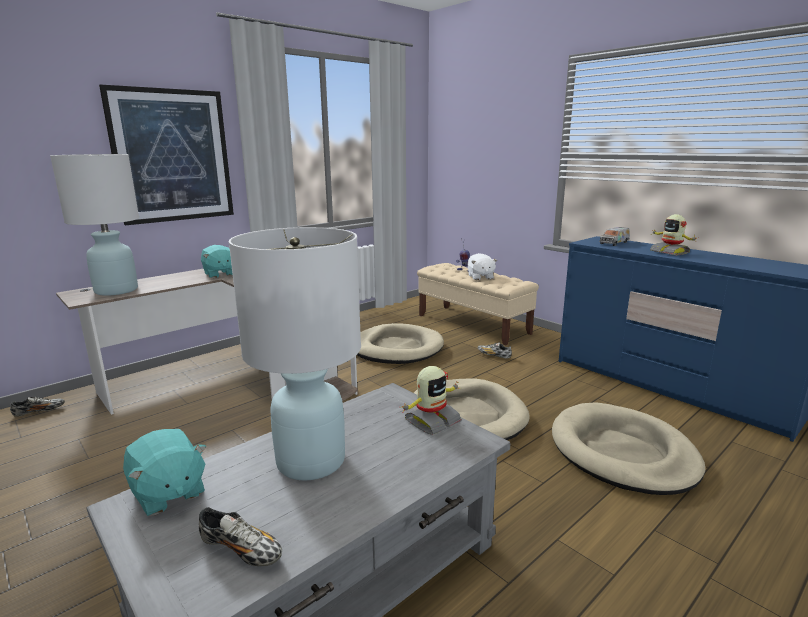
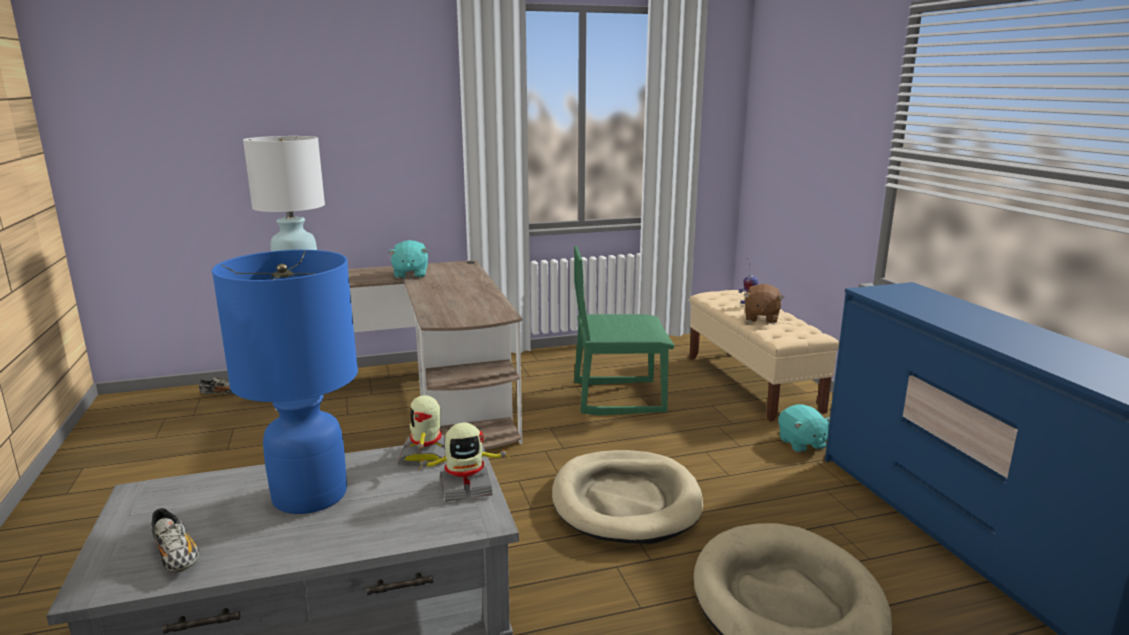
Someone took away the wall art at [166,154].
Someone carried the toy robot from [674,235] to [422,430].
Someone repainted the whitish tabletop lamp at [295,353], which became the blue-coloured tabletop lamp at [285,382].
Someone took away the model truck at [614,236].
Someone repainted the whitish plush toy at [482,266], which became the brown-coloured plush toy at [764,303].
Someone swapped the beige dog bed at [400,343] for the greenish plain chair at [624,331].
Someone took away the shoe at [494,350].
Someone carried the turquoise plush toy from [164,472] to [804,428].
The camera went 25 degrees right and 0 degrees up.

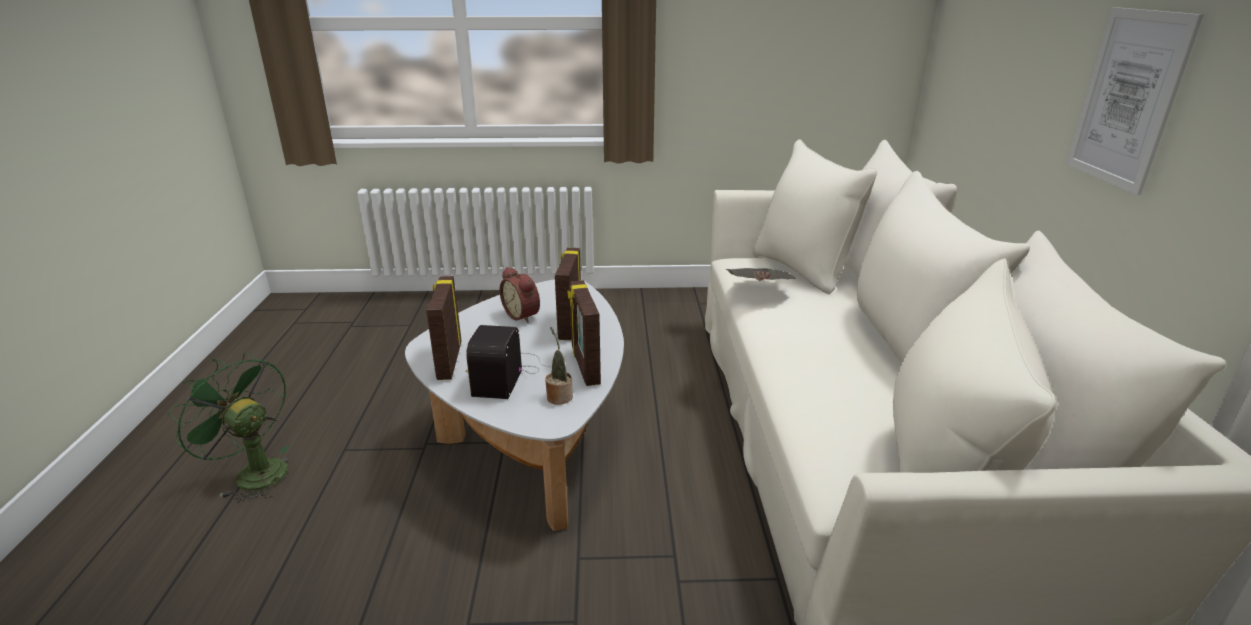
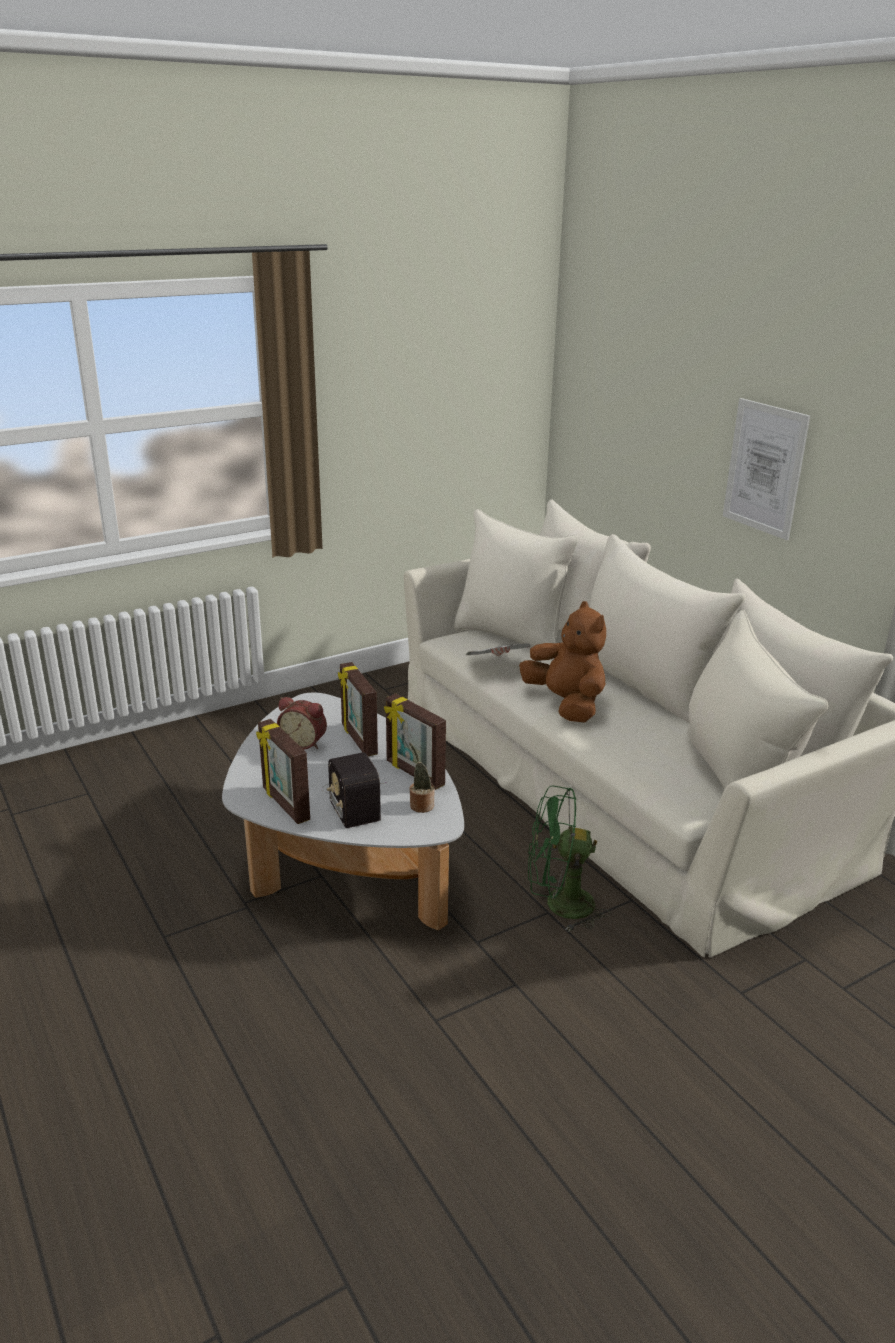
Someone carried the greenish electric fan from [228,428] to [569,859].
Someone put down the brown-coloured plush toy at [562,662].
The camera went 30 degrees left and 0 degrees up.

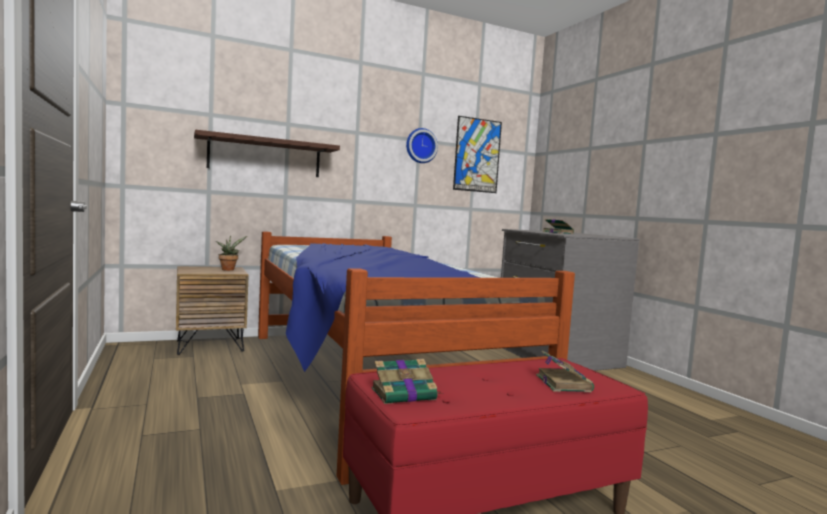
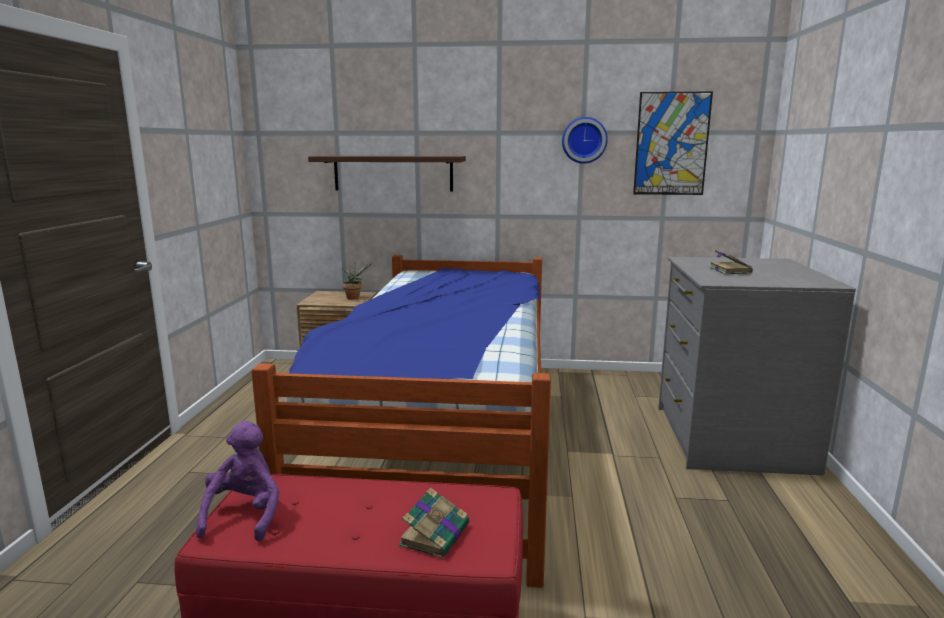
Someone swapped the bound book at [407,381] for the purplish plush toy at [238,481].
The camera went 30 degrees right and 10 degrees up.

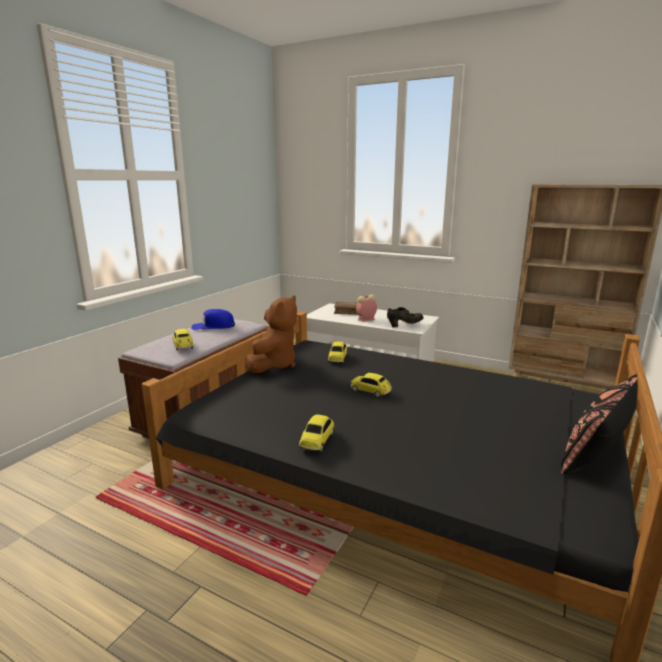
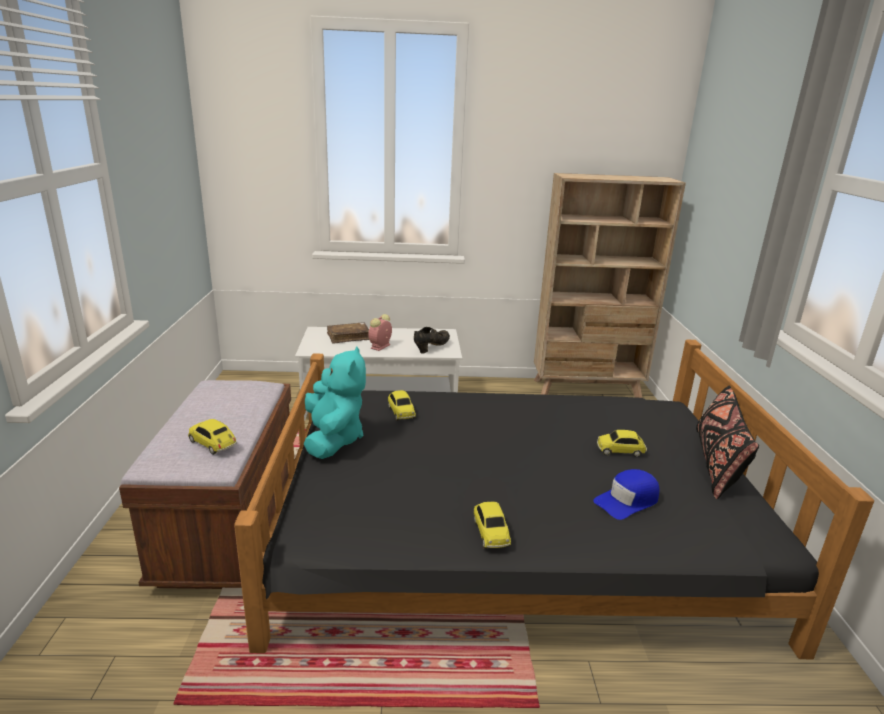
Someone repainted the brown-coloured plush toy at [271,334], which became the turquoise plush toy at [335,402].
Someone carried the blue-coloured cap from [213,319] to [626,494].
Someone carried the model car from [371,385] to [622,443].
The camera went 30 degrees left and 5 degrees up.

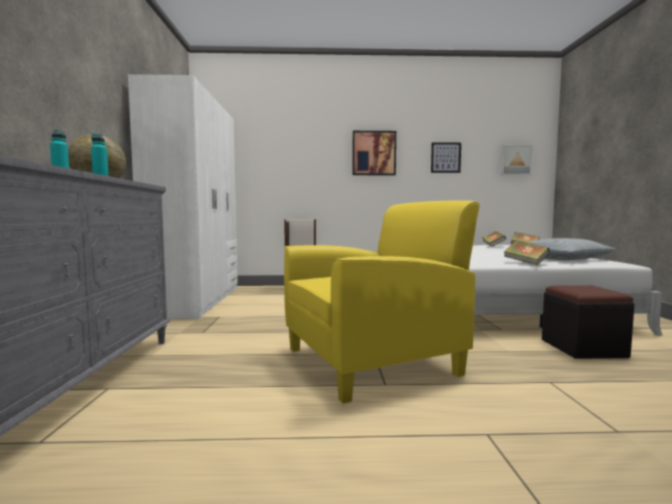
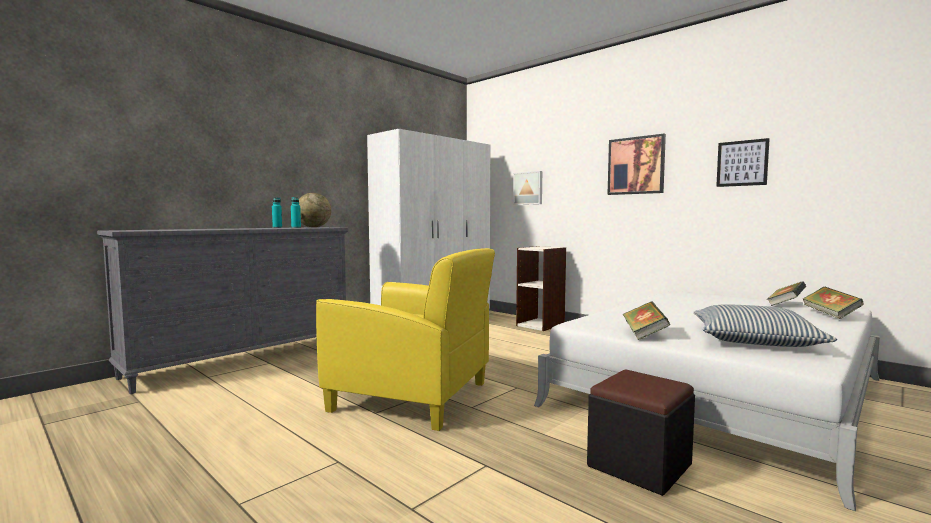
Someone carried the wall art from [517,160] to [527,188].
The camera went 45 degrees right and 0 degrees up.

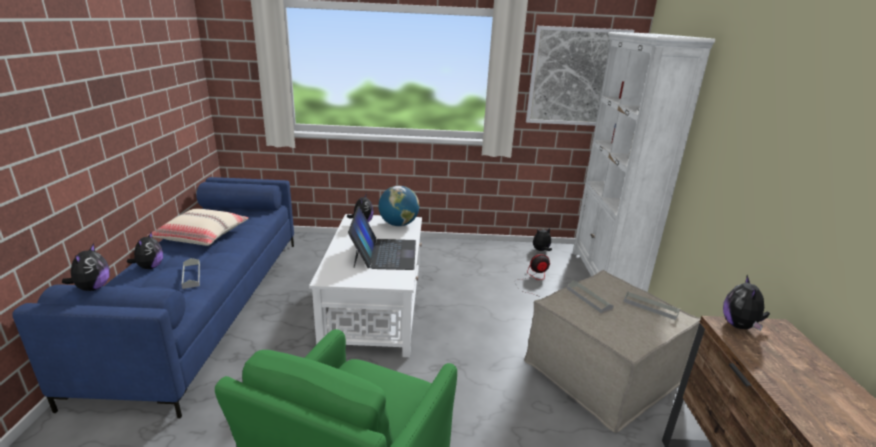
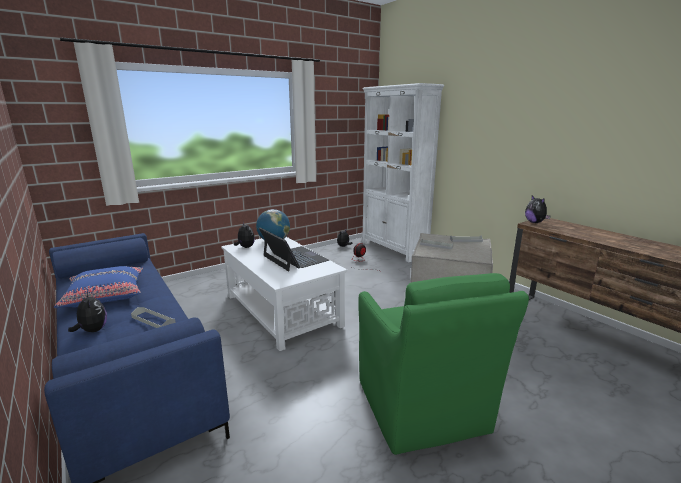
Someone took away the wall art at [580,76].
Someone repainted the beige cushion at [198,227], which became the blue-coloured cushion at [98,287].
Someone took away the plush toy at [86,267].
The camera went 35 degrees left and 5 degrees down.

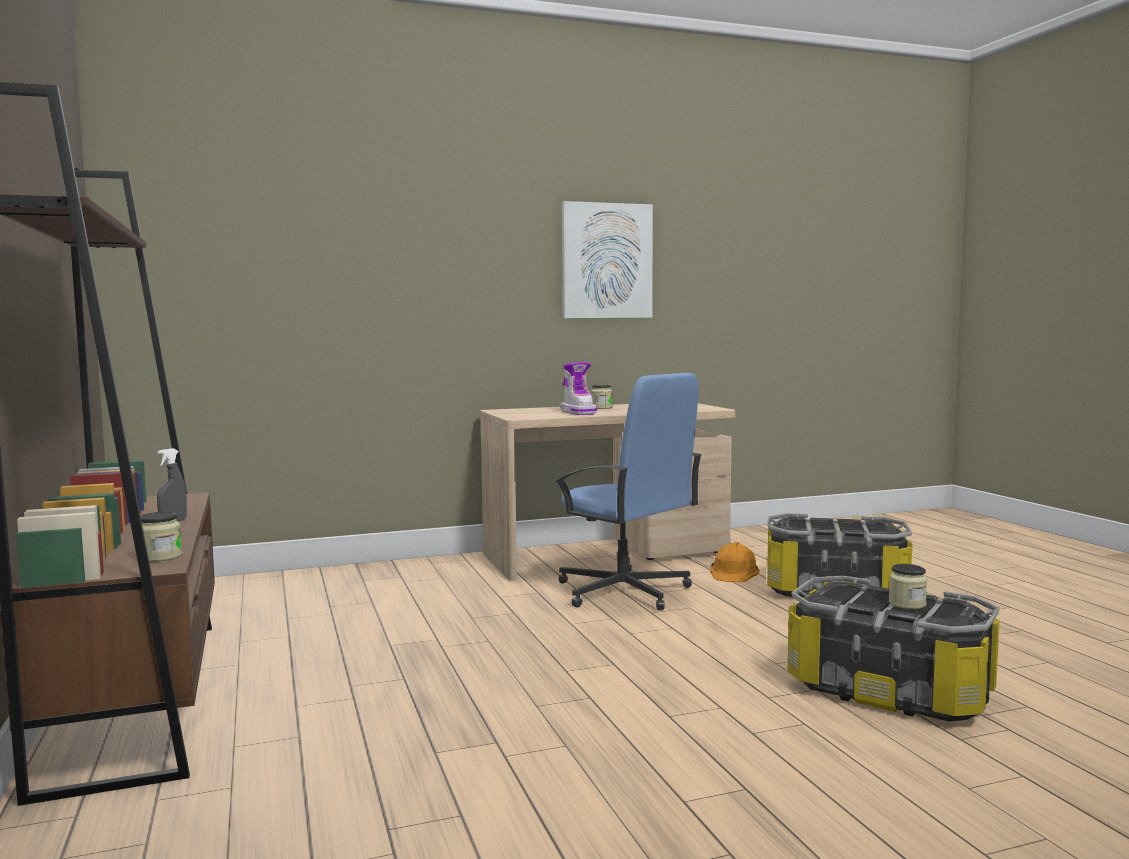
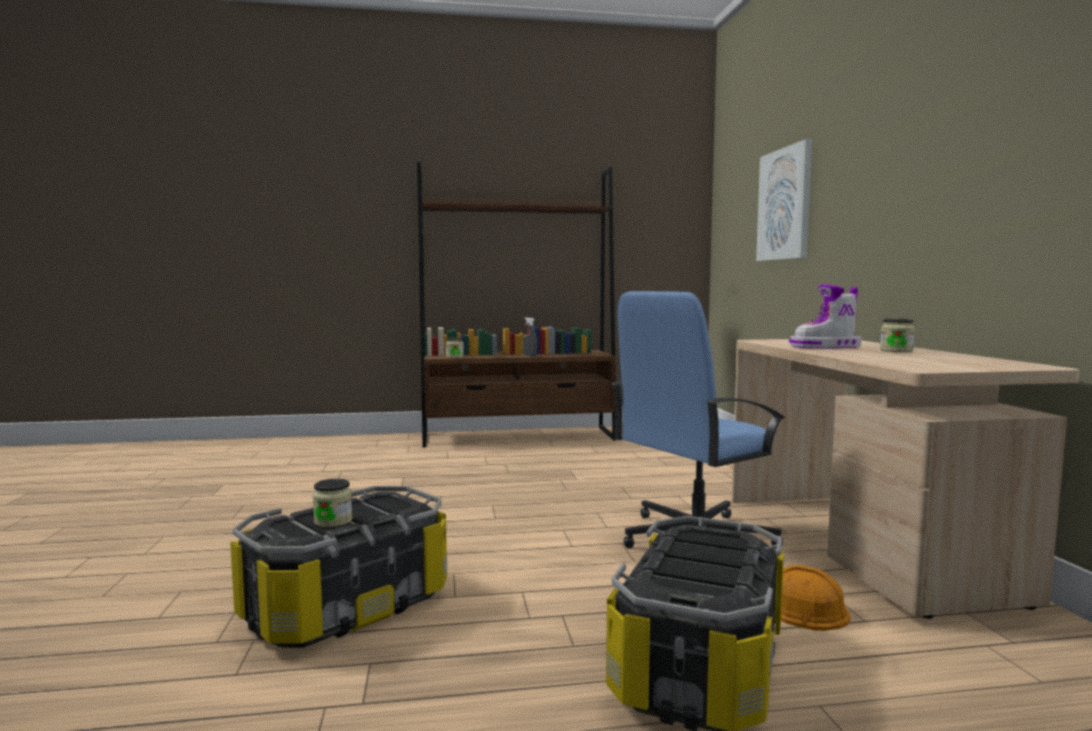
Someone carried the wall art from [607,259] to [784,200].
The camera went 100 degrees right and 0 degrees up.

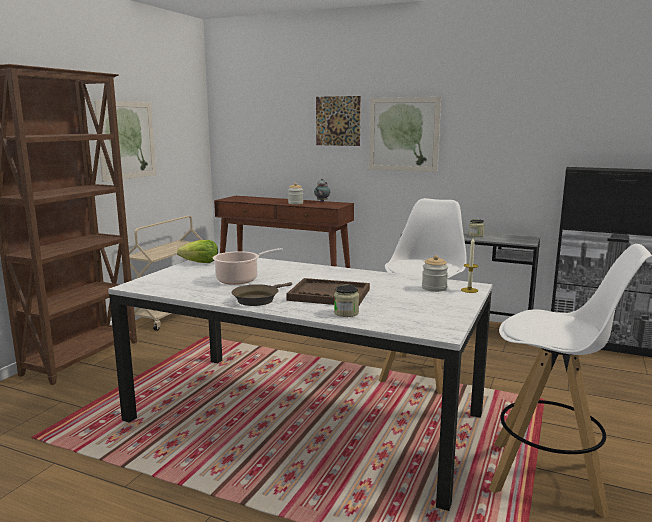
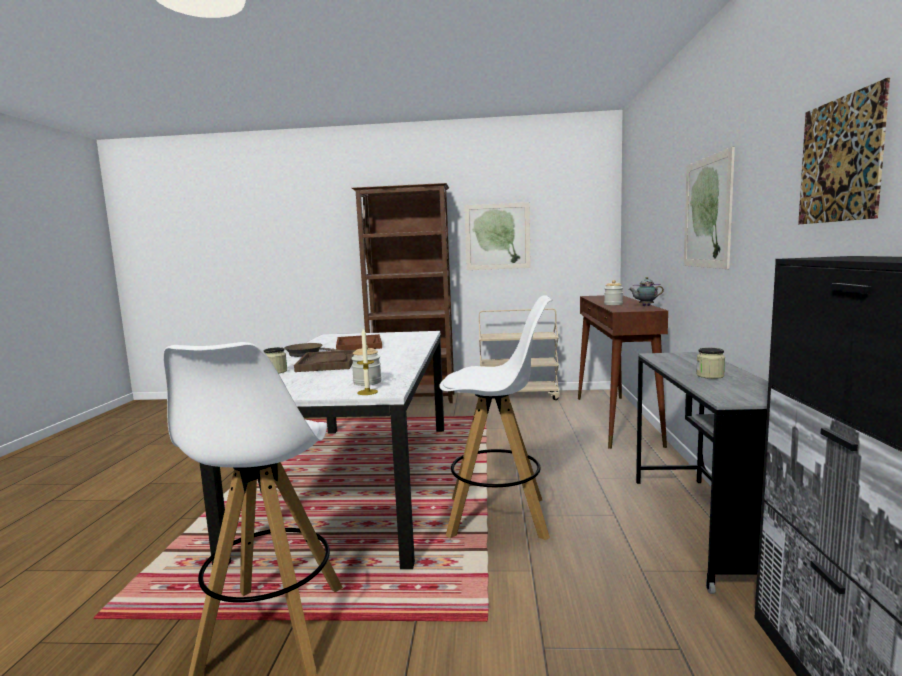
Someone carried the wall art from [338,121] to [844,151].
Someone took away the head of lettuce at [197,251].
Someone swapped the saucepot at [248,266] for the brown-coloured carrying tray at [359,342].
The camera went 70 degrees right and 5 degrees down.

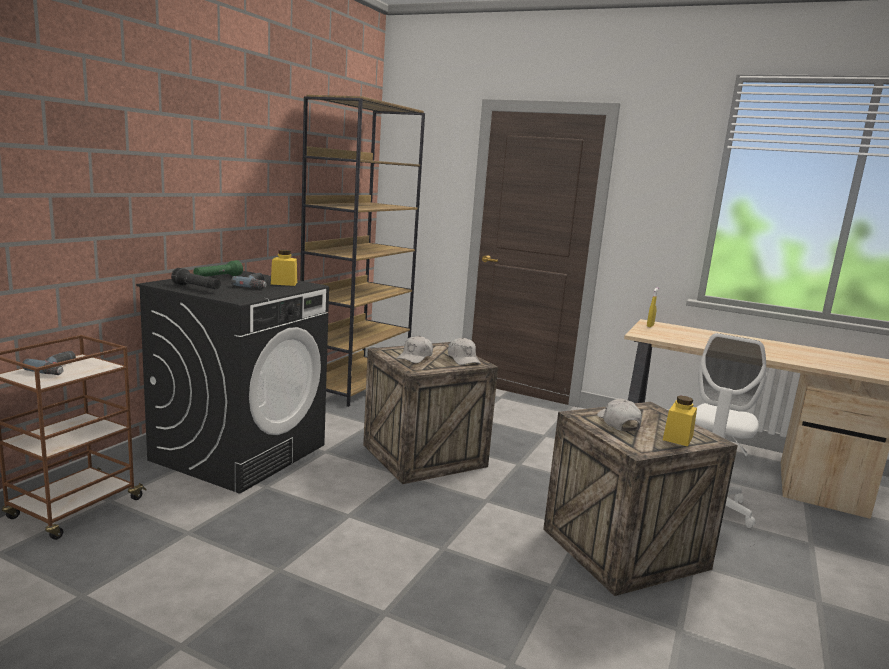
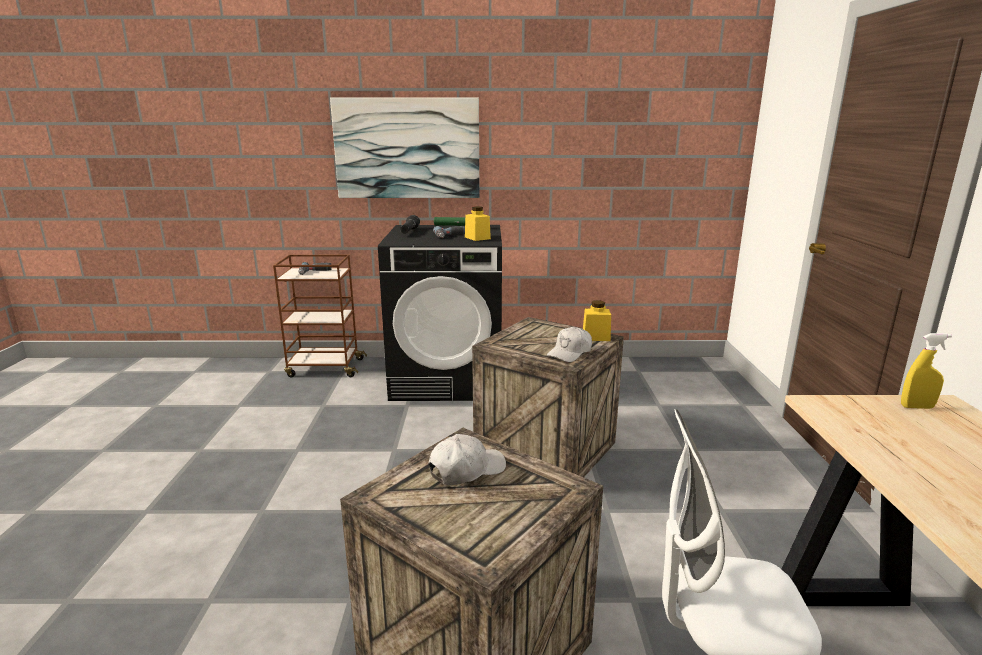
Someone took away the brown-coloured shelving unit at [362,251].
Someone took away the whitish cap at [414,349].
Someone carried the yellow-coloured storage jar from [680,421] to [597,320].
Someone put up the wall art at [404,147].
The camera went 65 degrees right and 5 degrees up.

